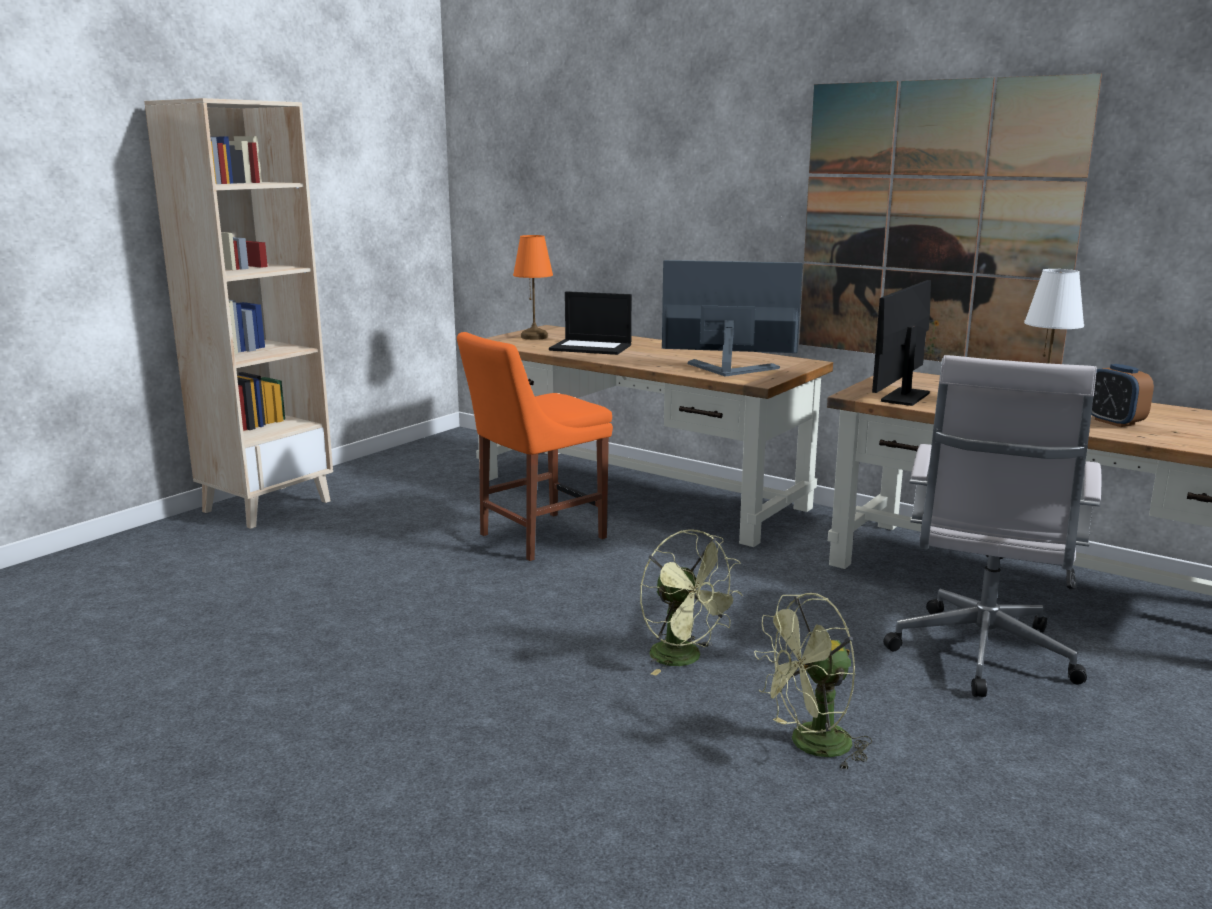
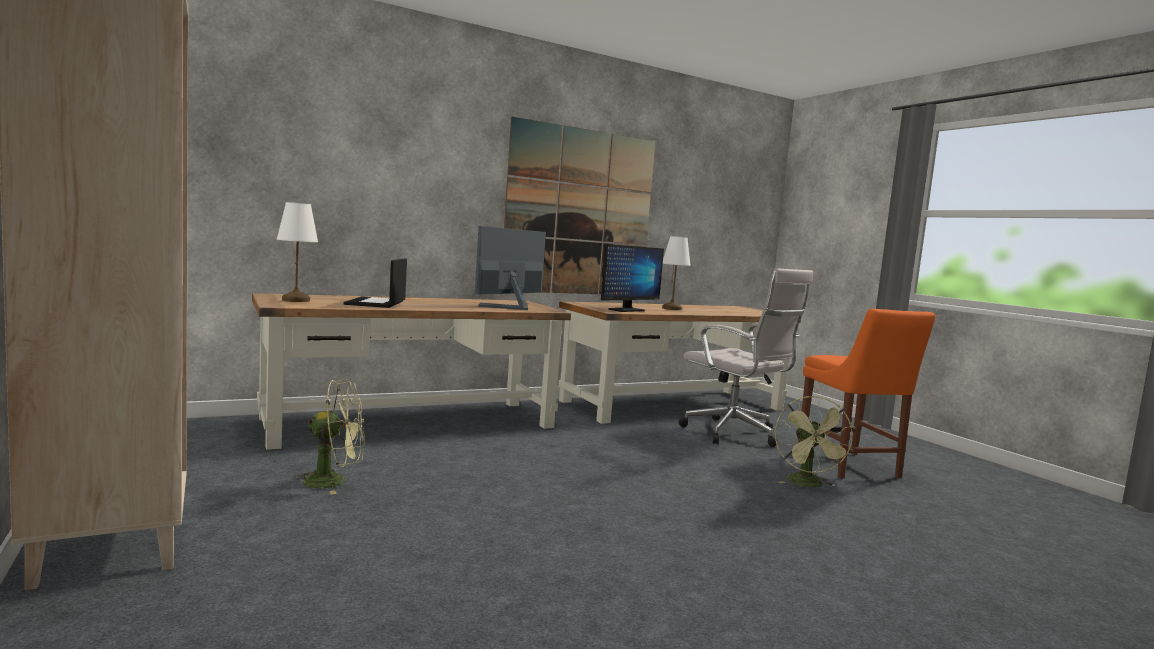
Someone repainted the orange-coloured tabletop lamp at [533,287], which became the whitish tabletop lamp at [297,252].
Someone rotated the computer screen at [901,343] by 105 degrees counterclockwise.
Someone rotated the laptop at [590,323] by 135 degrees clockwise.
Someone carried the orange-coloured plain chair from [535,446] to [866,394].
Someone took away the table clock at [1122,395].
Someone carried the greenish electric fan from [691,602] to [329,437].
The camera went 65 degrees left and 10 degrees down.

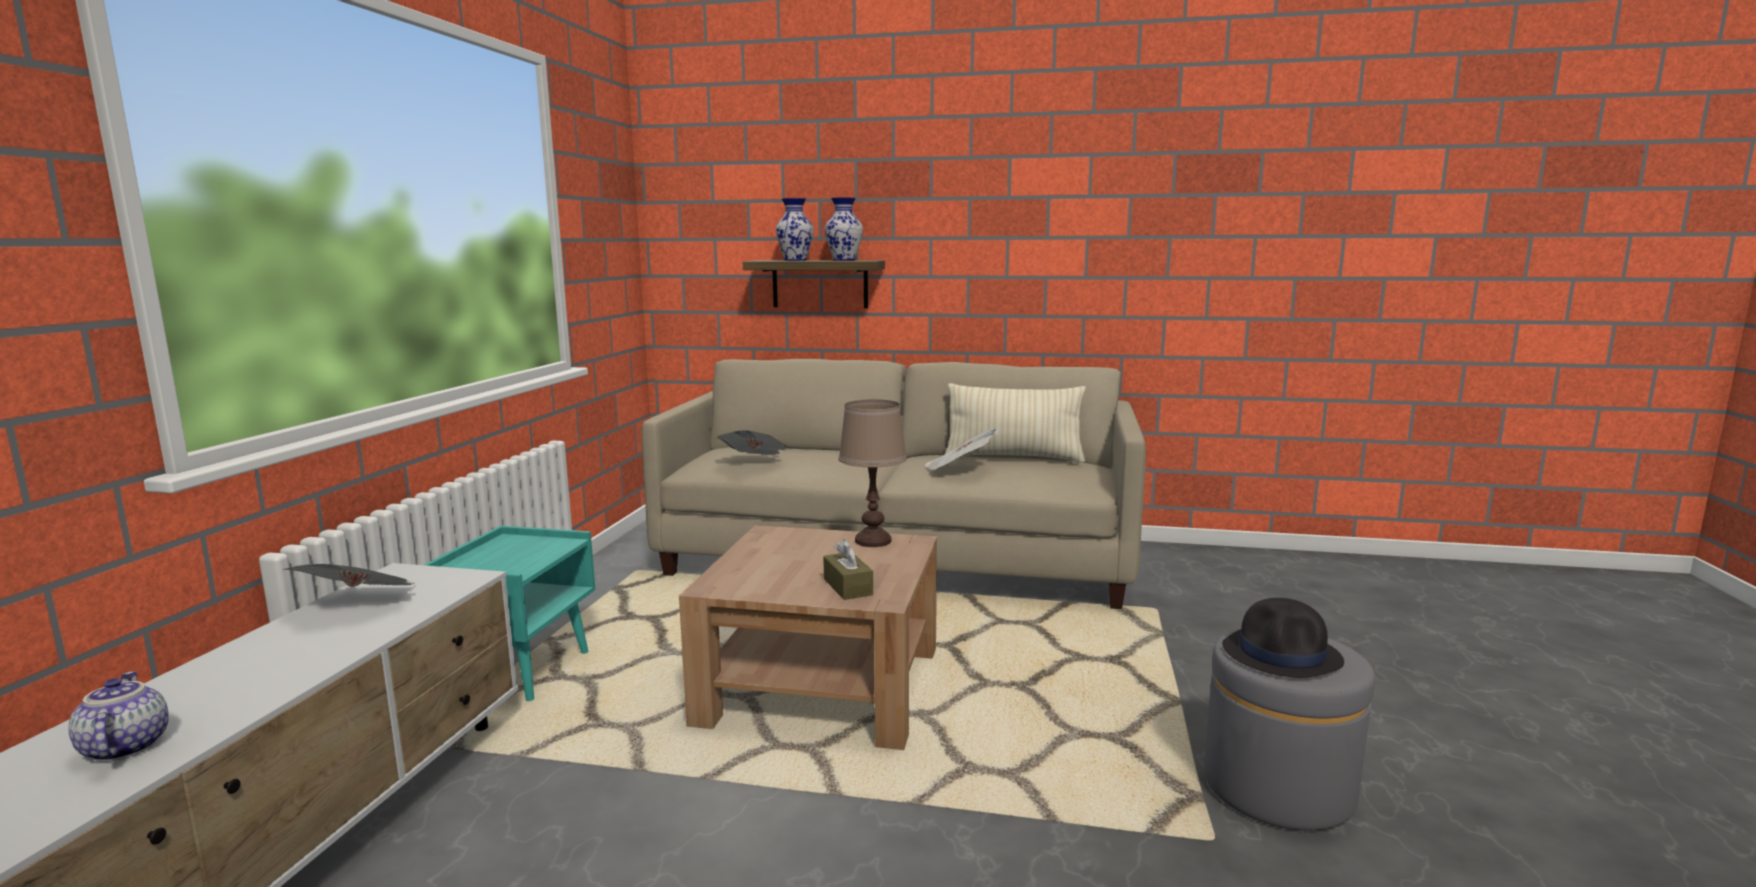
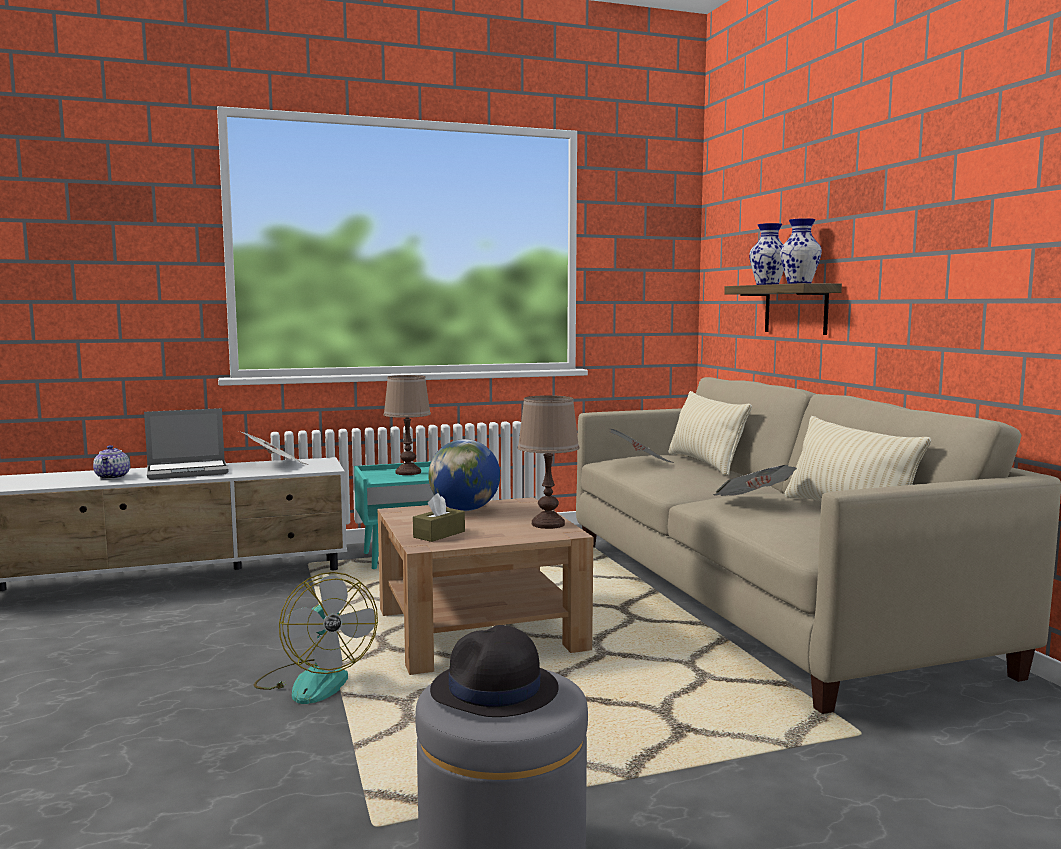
Someone rotated the pot for tea at [118,716] by 135 degrees clockwise.
Someone put down the brown-coloured tabletop lamp at [407,425].
Someone put down the beige cushion at [710,433].
Someone put down the laptop at [186,444].
Someone put down the desk globe at [464,475].
Someone put down the electric fan at [316,638].
The camera went 60 degrees right and 5 degrees down.

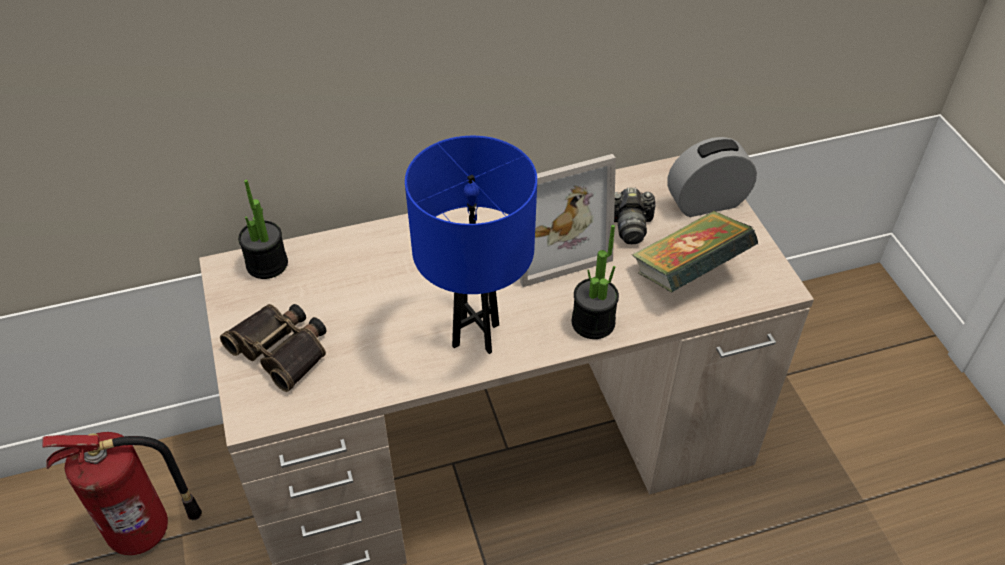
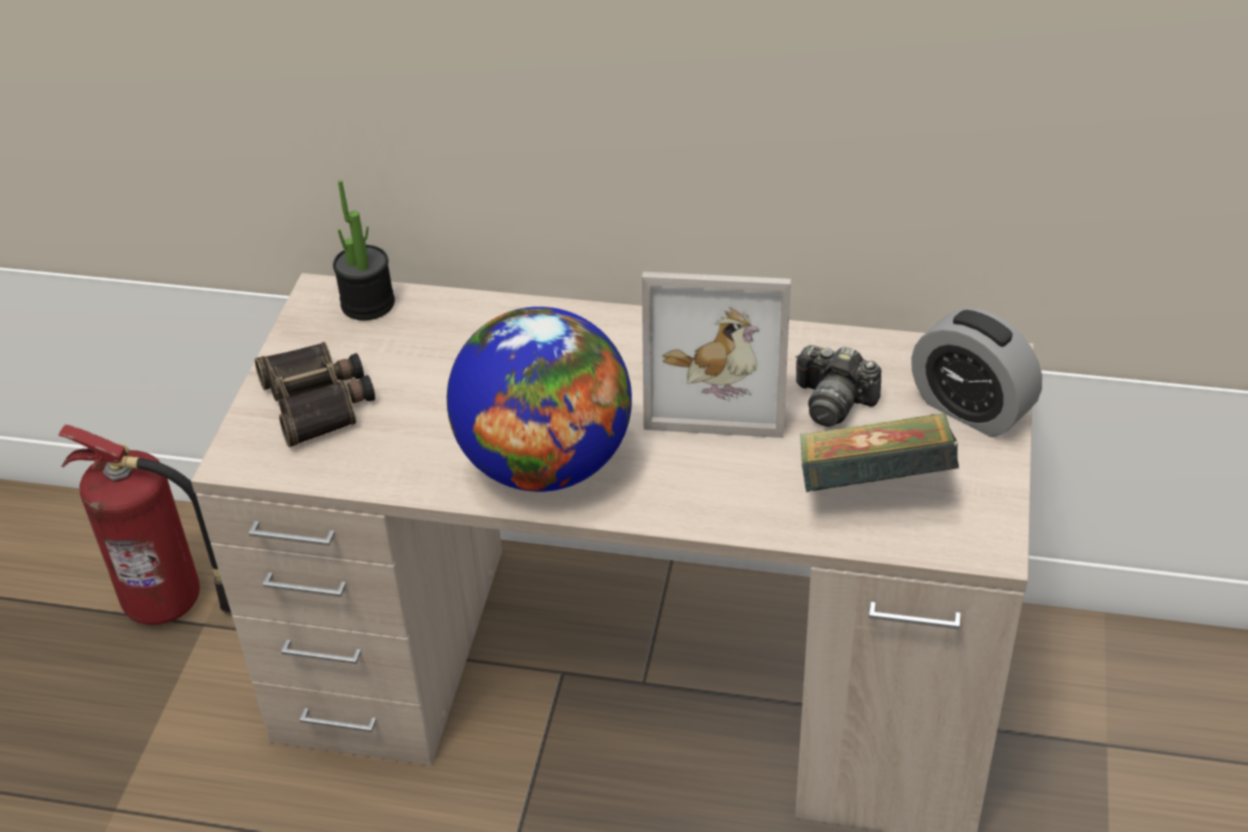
Someone swapped the blue-coloured tabletop lamp at [471,245] for the desk globe at [539,399].
Someone rotated the table clock at [712,177] by 150 degrees counterclockwise.
Someone took away the plant in a pot at [595,282].
The camera went 30 degrees right and 5 degrees down.

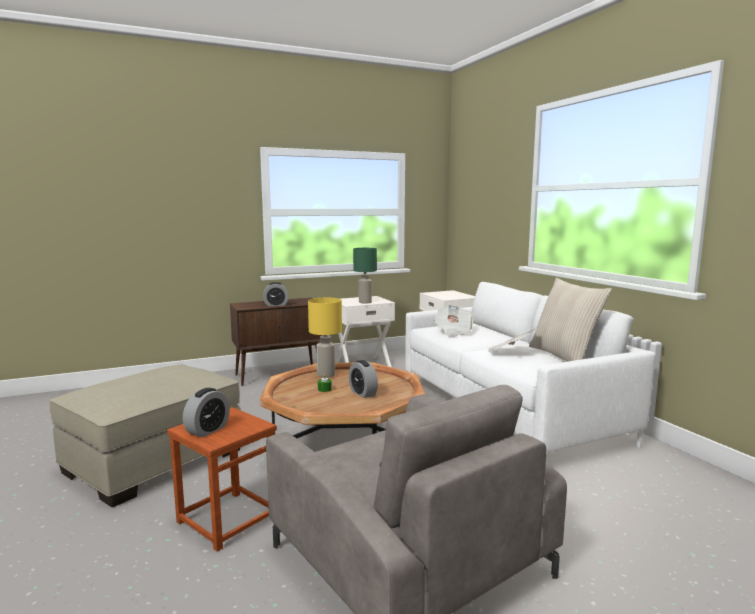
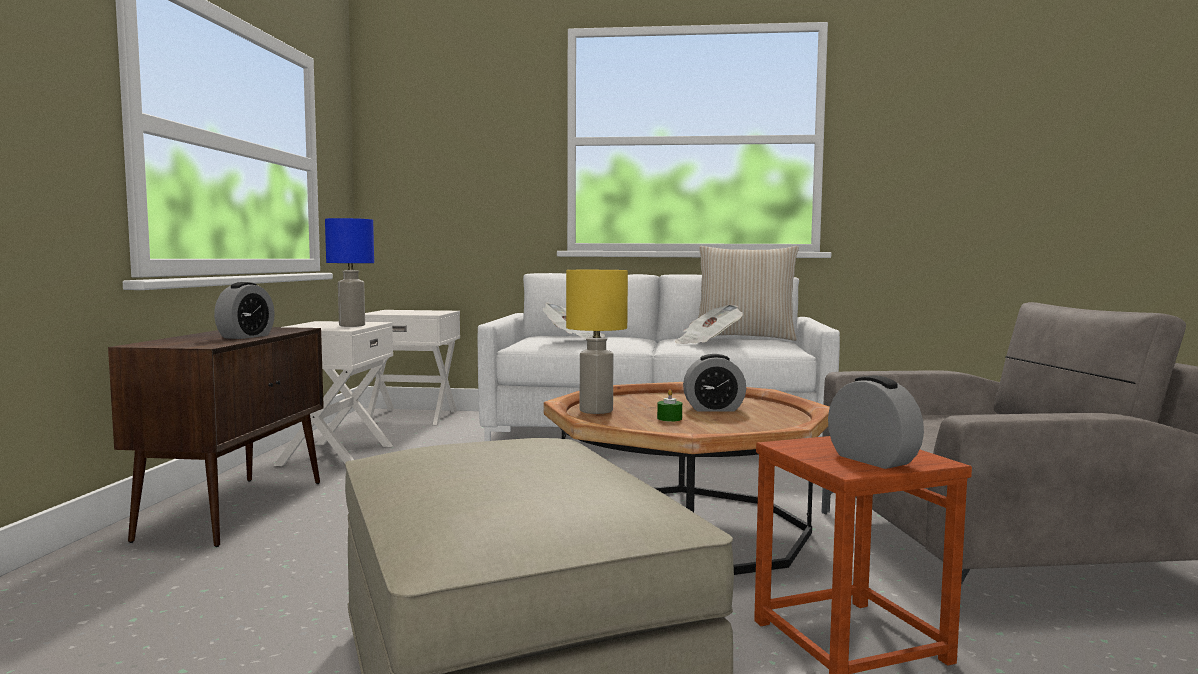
Someone repainted the greenish tabletop lamp at [365,276], which became the blue-coloured tabletop lamp at [349,272].
The camera went 60 degrees left and 5 degrees down.

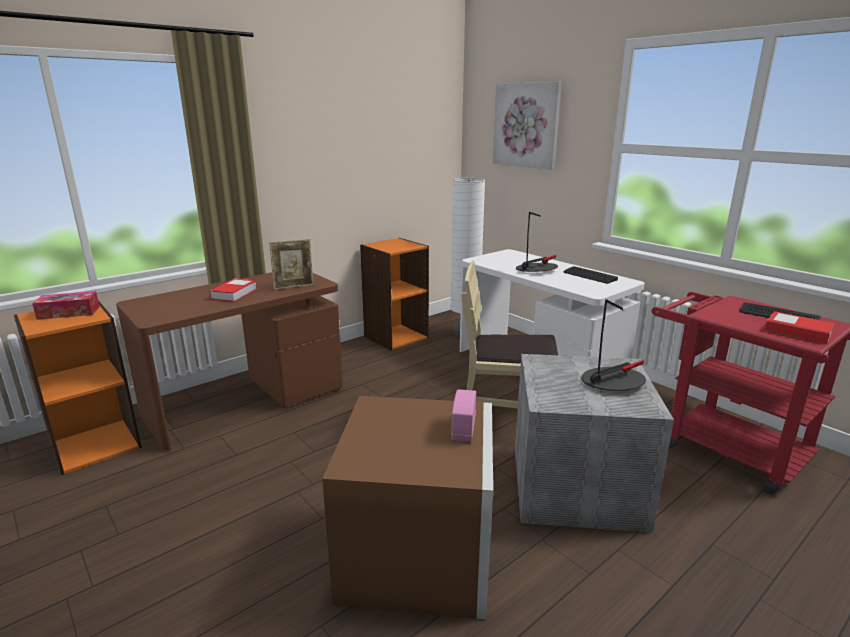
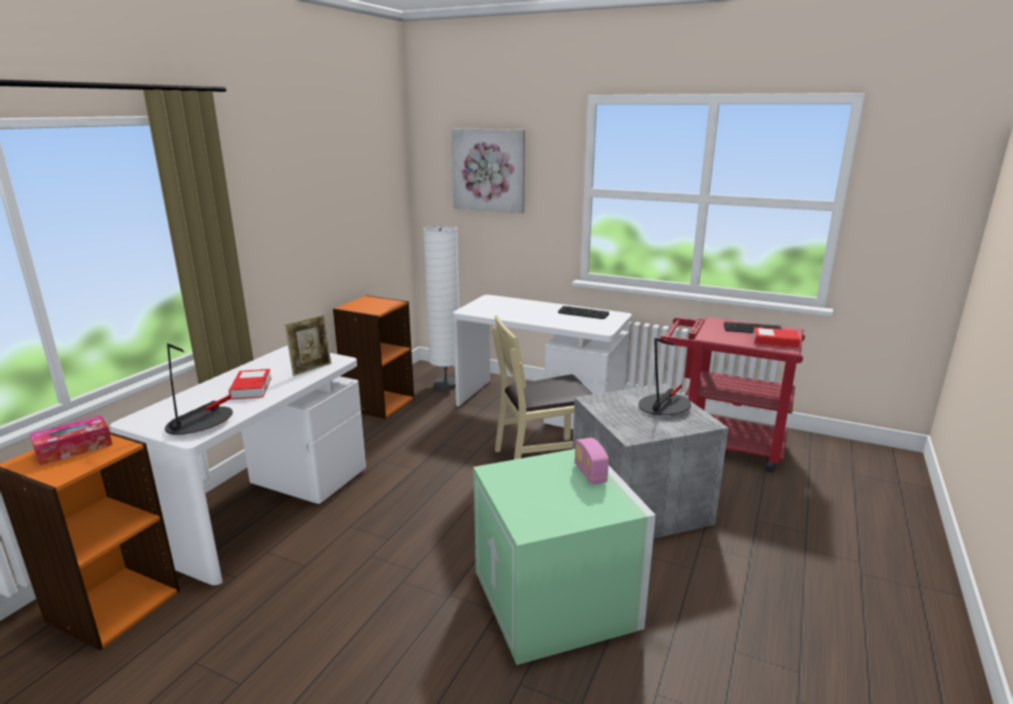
Someone carried the tabletop lamp from [537,242] to [199,389].
Someone repainted the brown-coloured desk table at [229,361], which became the whitish desk table at [238,465].
Someone repainted the brown-coloured storage bin at [407,507], which became the greenish storage bin at [564,557].
The camera went 25 degrees left and 0 degrees up.

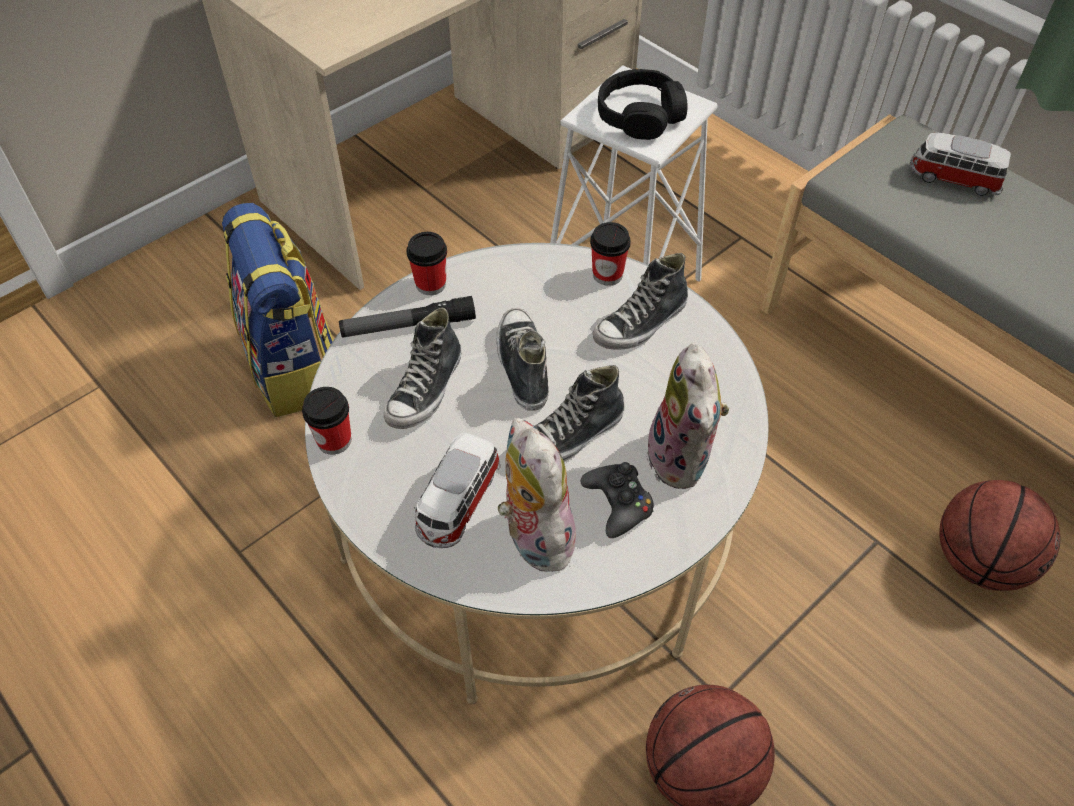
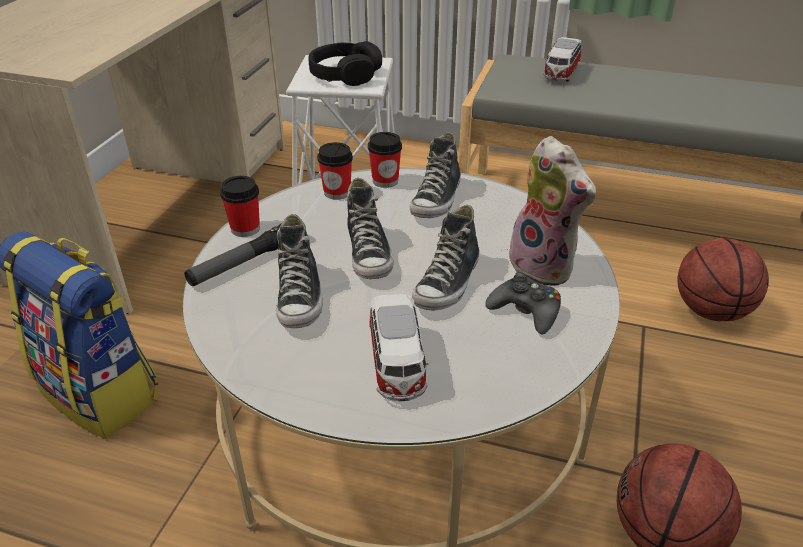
Someone rotated the model car at [960,164] by 60 degrees counterclockwise.
Someone rotated the shoe at [522,359] by 150 degrees counterclockwise.
Someone carried the cup from [326,421] to [335,171].
Someone took away the plush toy at [536,494].
The camera went 30 degrees left and 15 degrees down.

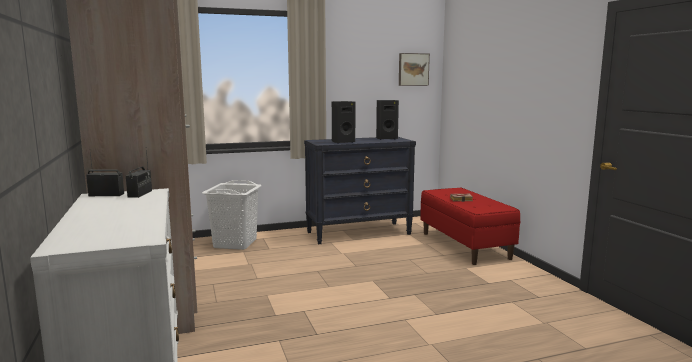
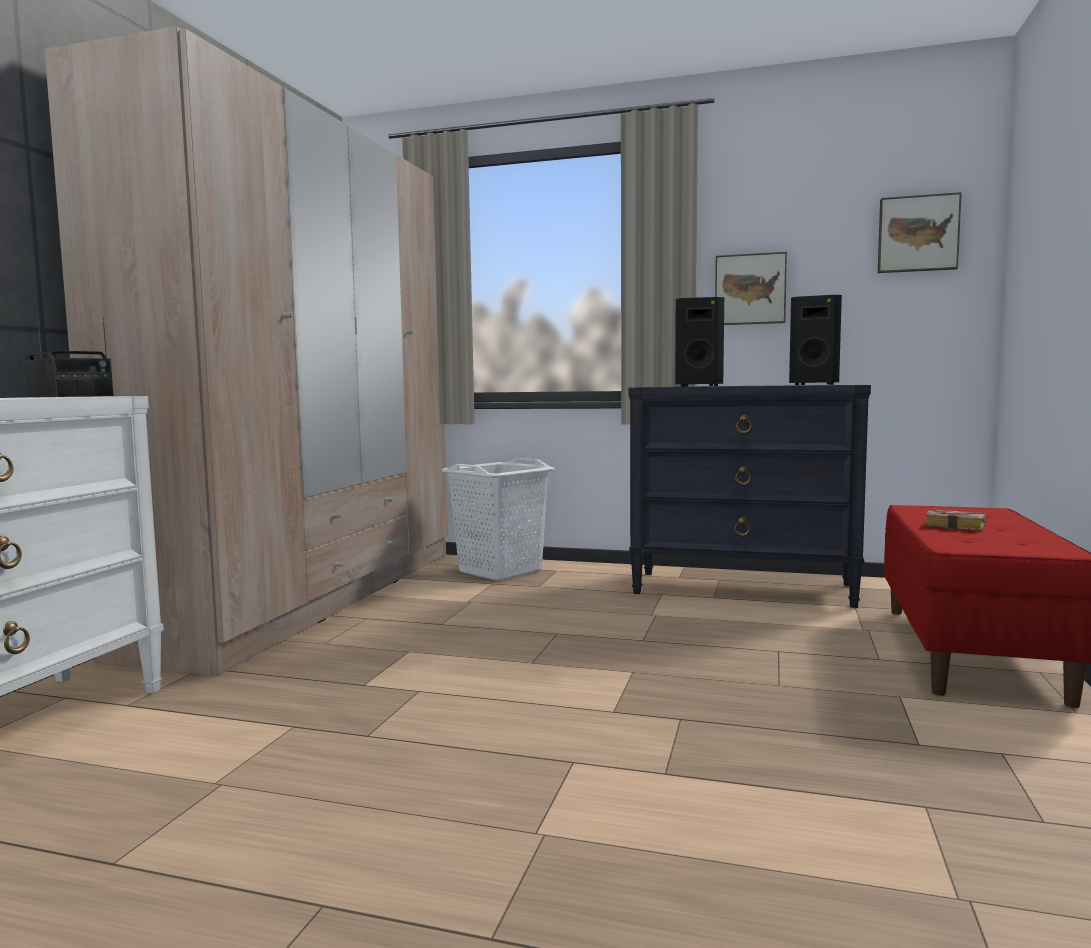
Someone put up the wall art at [751,288].
The camera went 35 degrees right and 5 degrees down.

